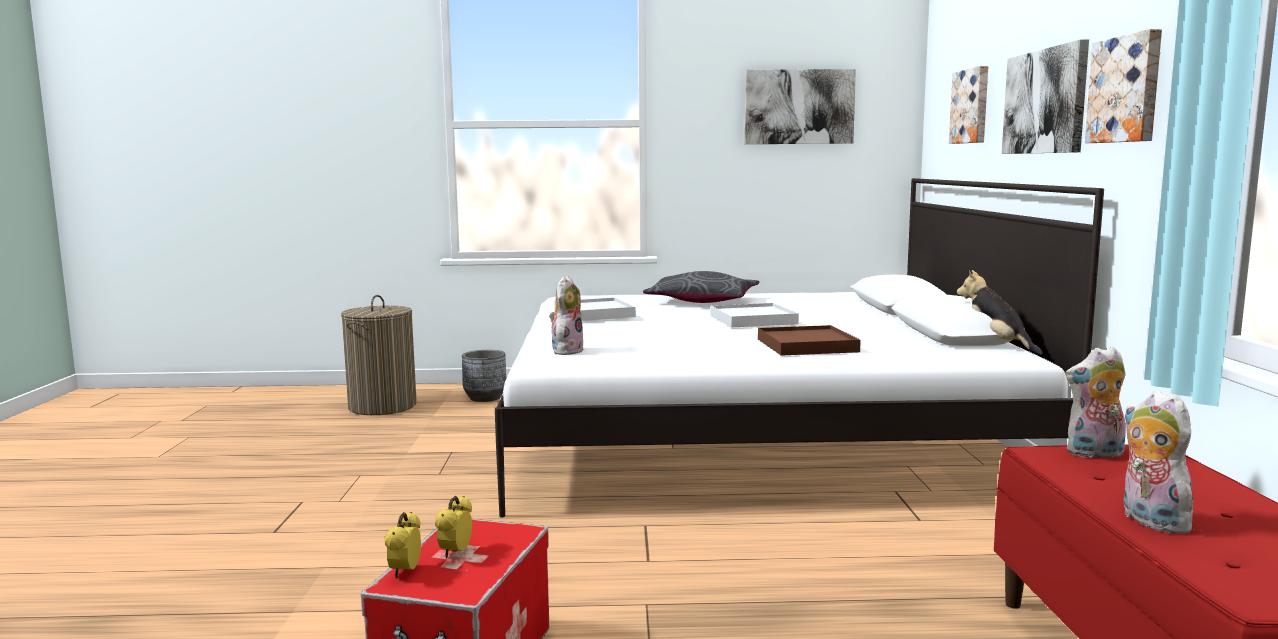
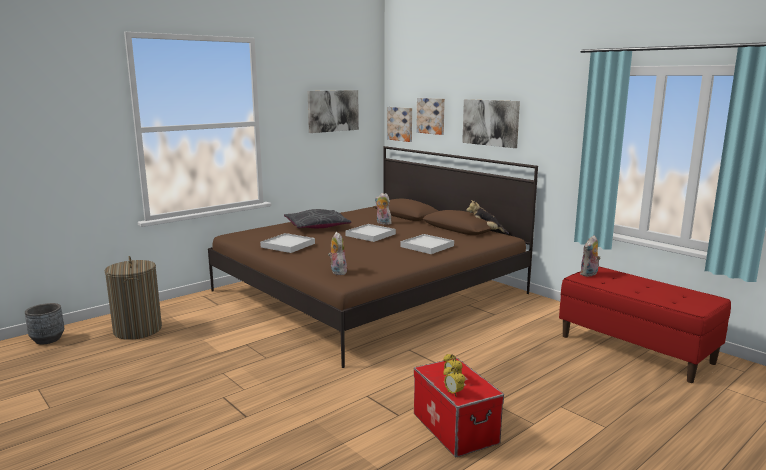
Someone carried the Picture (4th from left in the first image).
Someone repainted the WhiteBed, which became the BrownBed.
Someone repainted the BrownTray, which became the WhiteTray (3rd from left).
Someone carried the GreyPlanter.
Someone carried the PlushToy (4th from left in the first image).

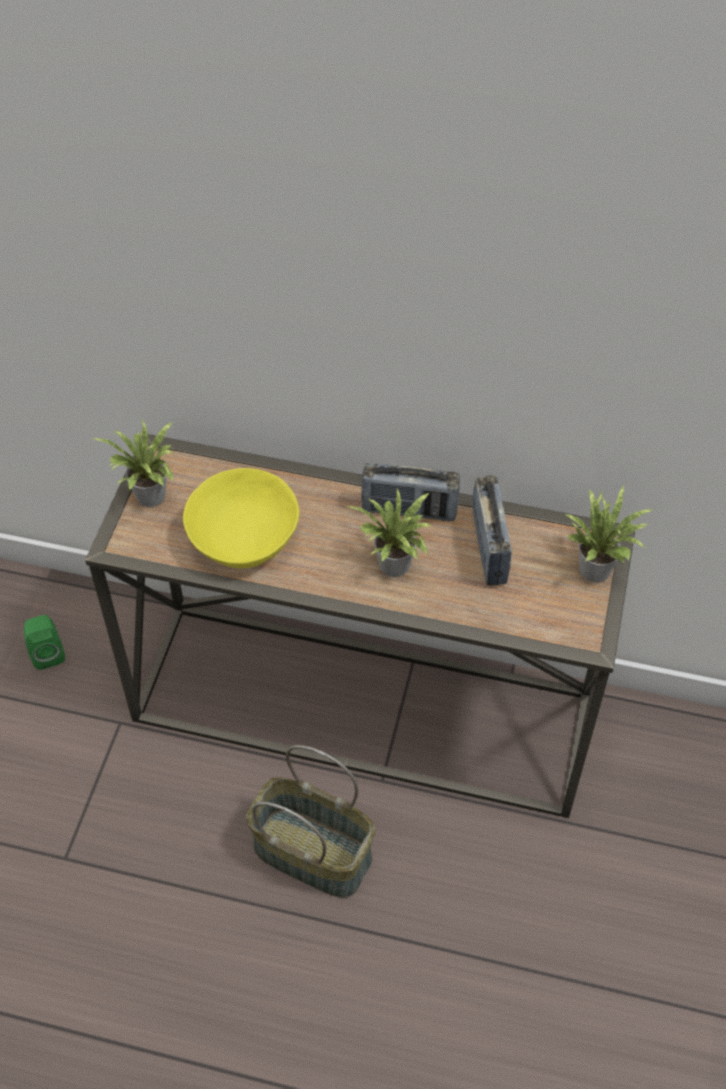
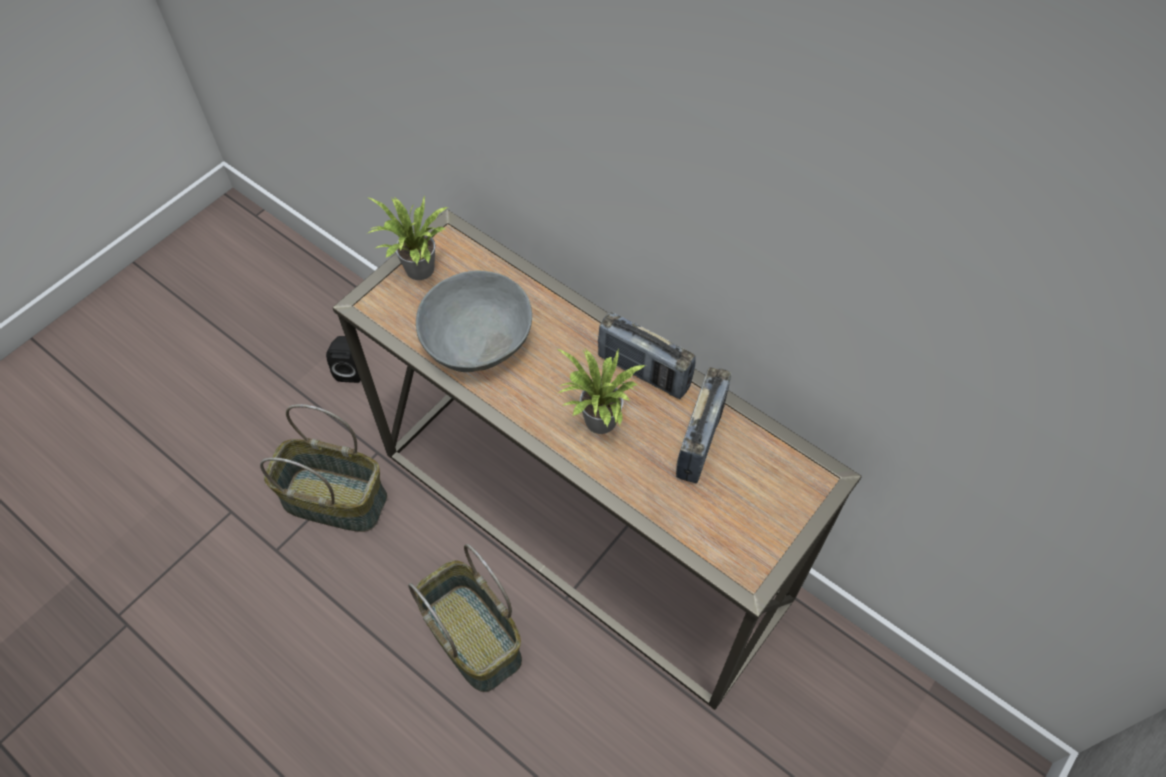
Someone repainted the YellowBowl, which became the GreyBowl.
Someone took away the PottedPlant (3rd from left).
Someone repainted the GreenSpeaker, which became the BlackSpeaker.
Someone put down the Basket (1st from left).

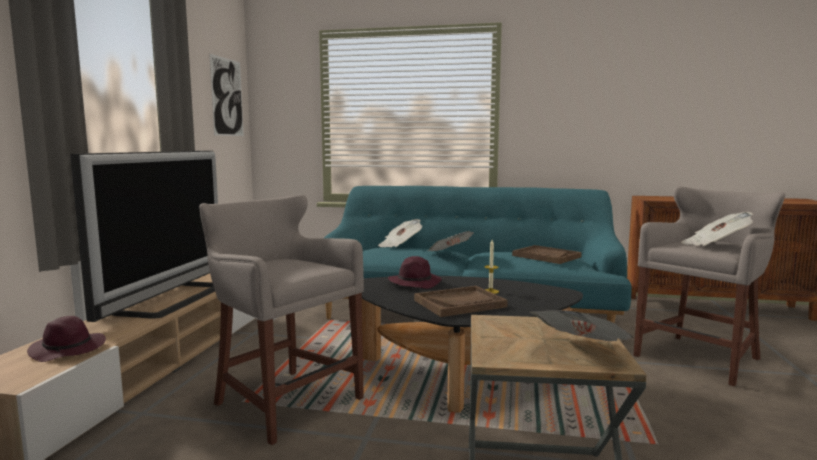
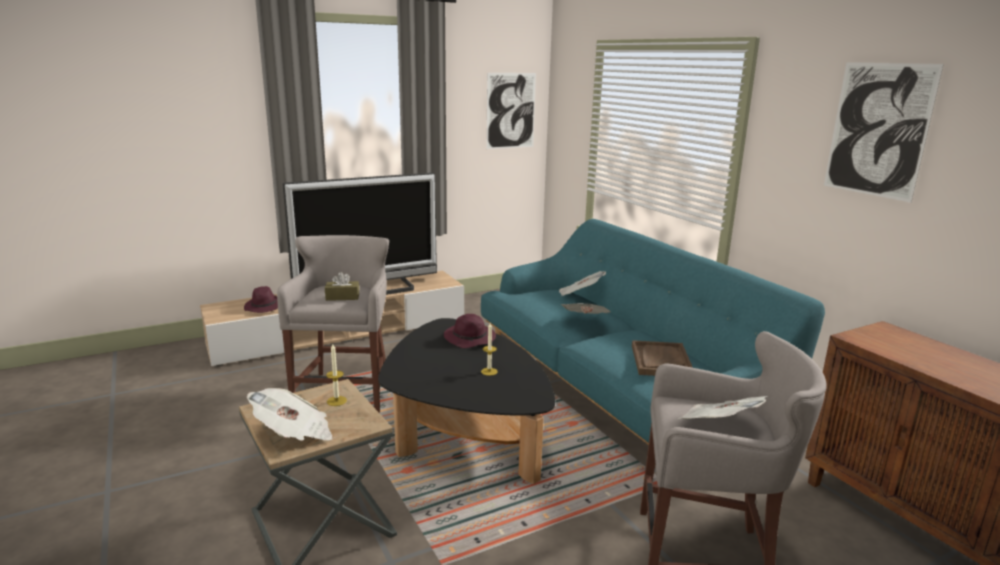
Someone took away the BrownTray (1st from left).
Someone put up the Picture (2nd from left).
Someone put down the BrownTissueBox.
Someone put down the Candle (1st from left).

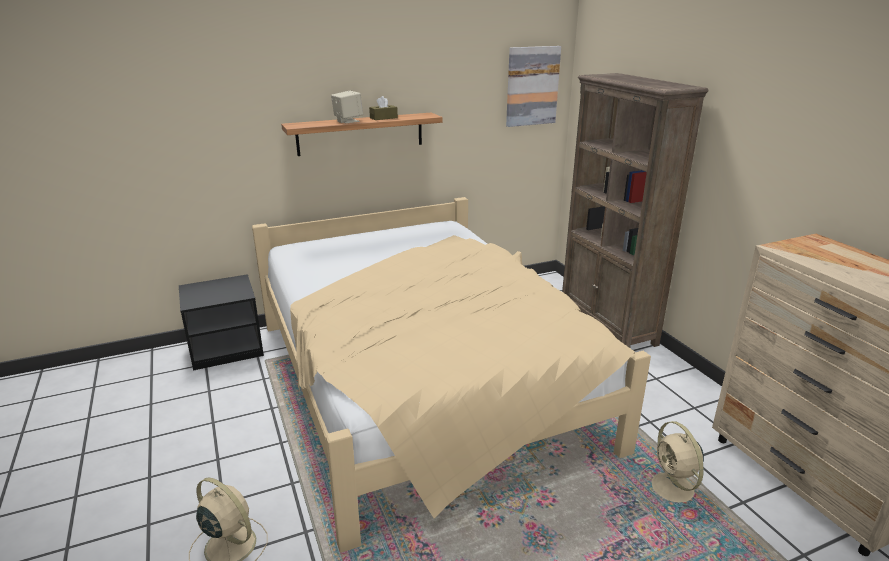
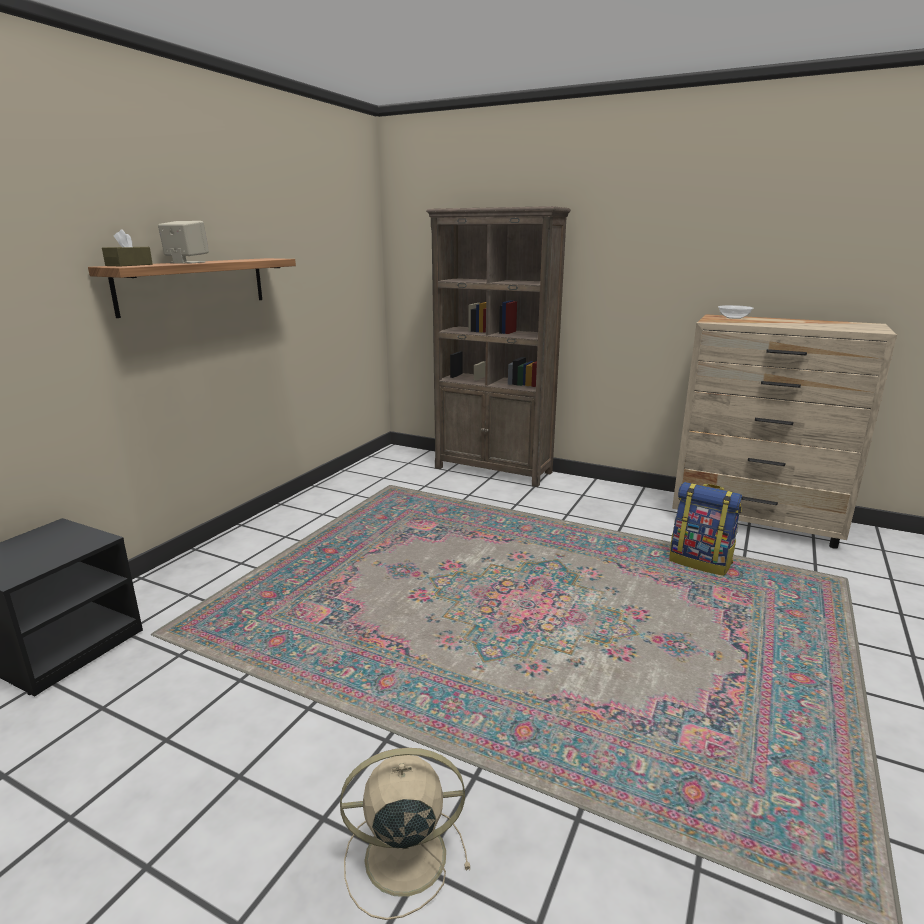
Someone took away the Picture.
Someone carried the BrownTissueBox.
Someone took away the BeigeBed.
Someone swapped the BeigeFan (2nd from left) for the Backpack.
Someone put down the Bowl.

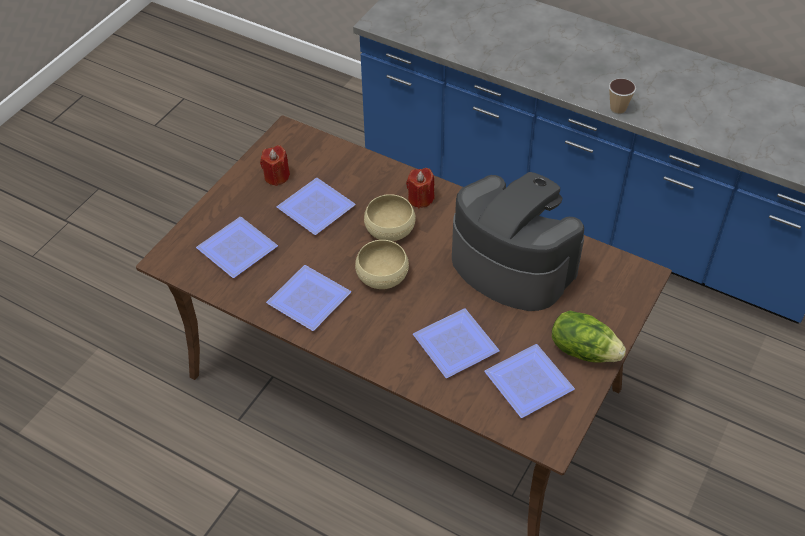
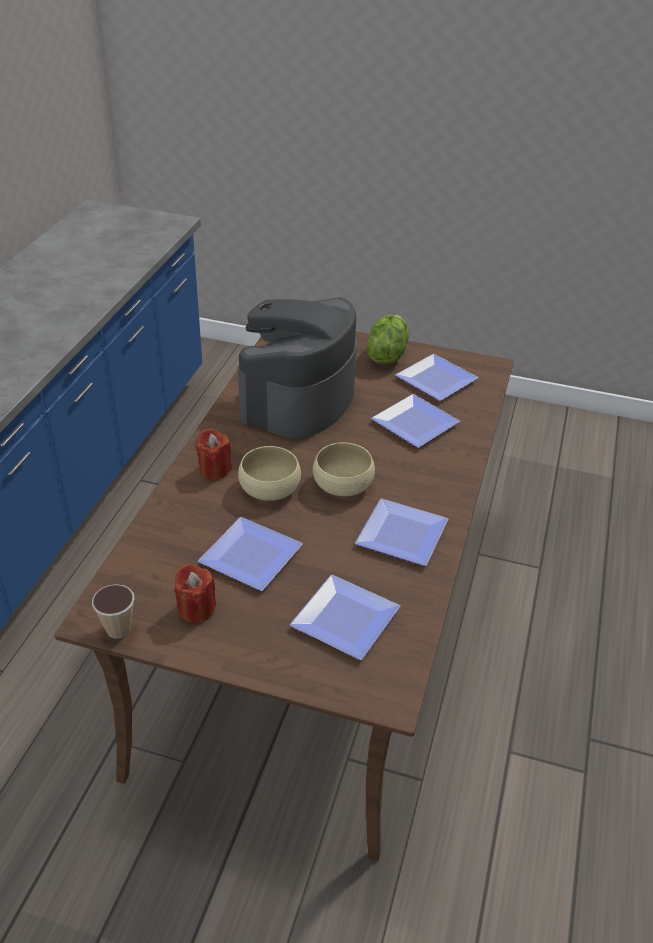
Someone carried the Cup.

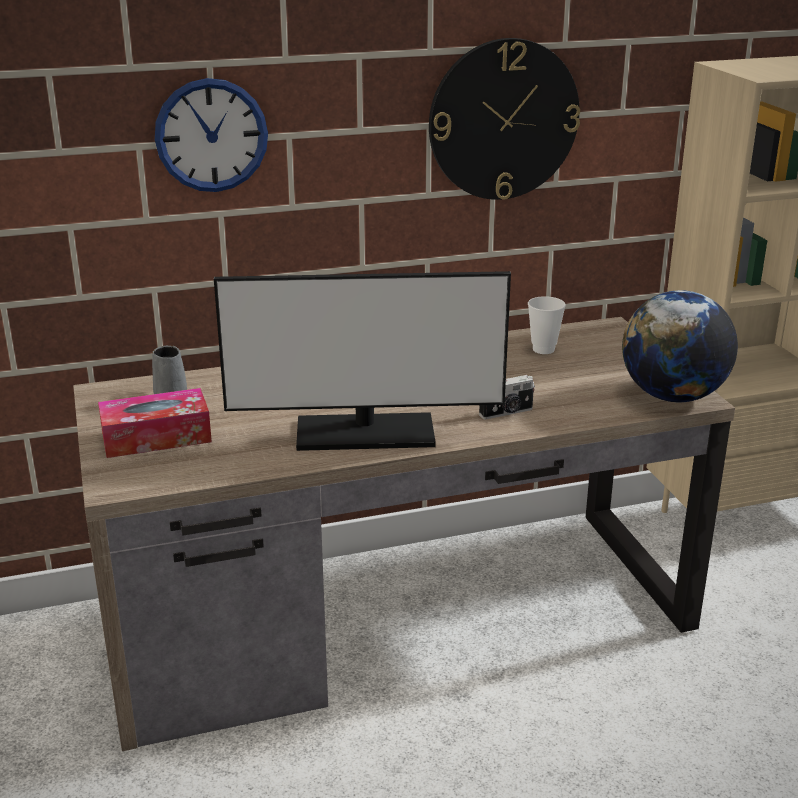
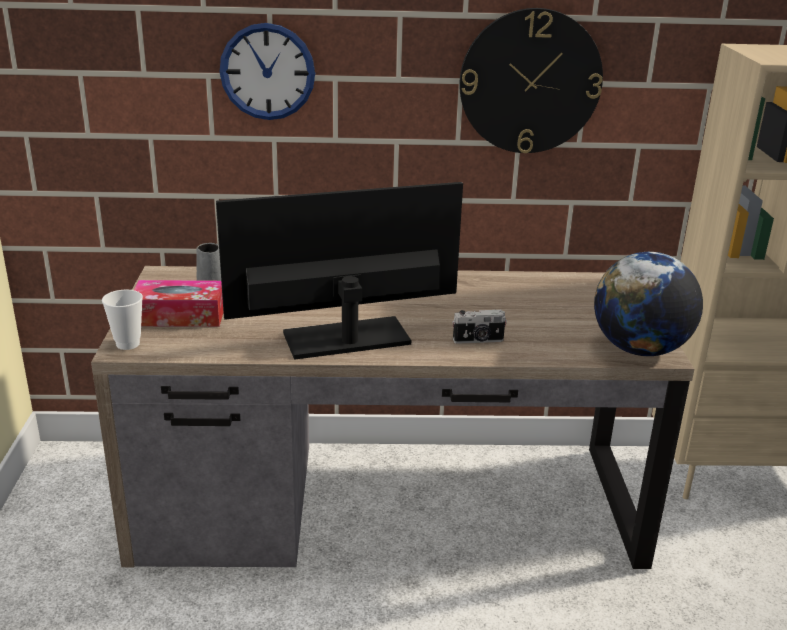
Someone rotated the Monitor by 150 degrees clockwise.
Someone carried the Cup.

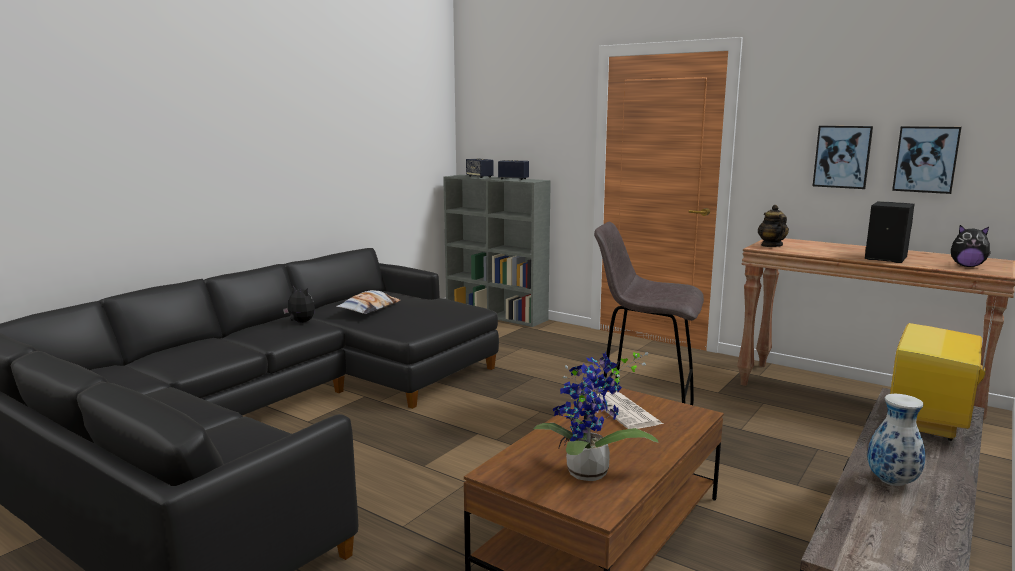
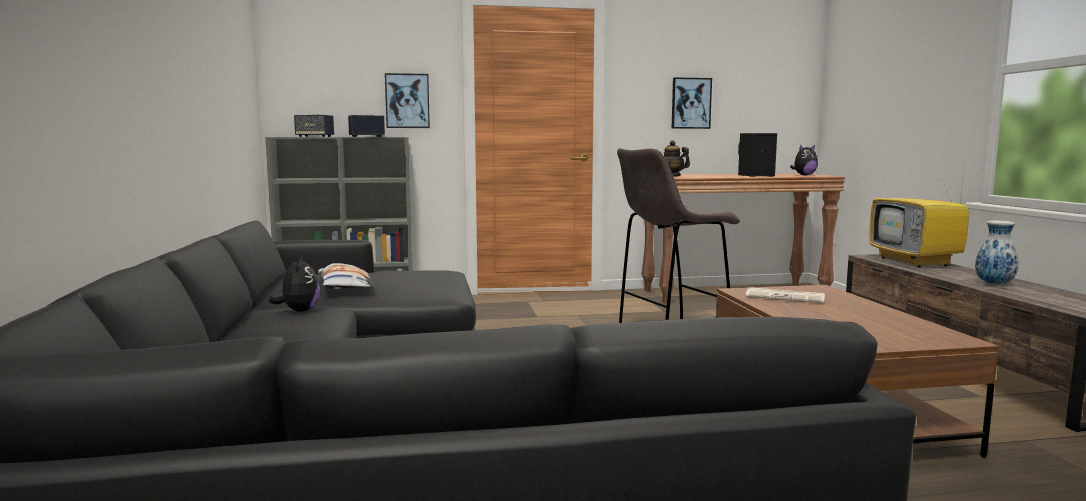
Someone carried the Picture (2nd from left in the first image).
Someone rotated the PlushToy (1st from left) by 90 degrees clockwise.
Someone took away the PottedPlant.

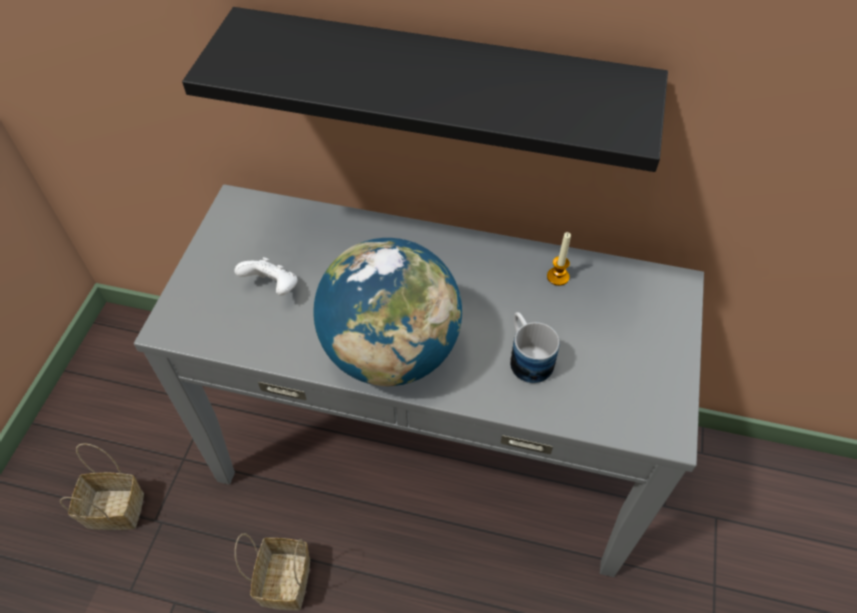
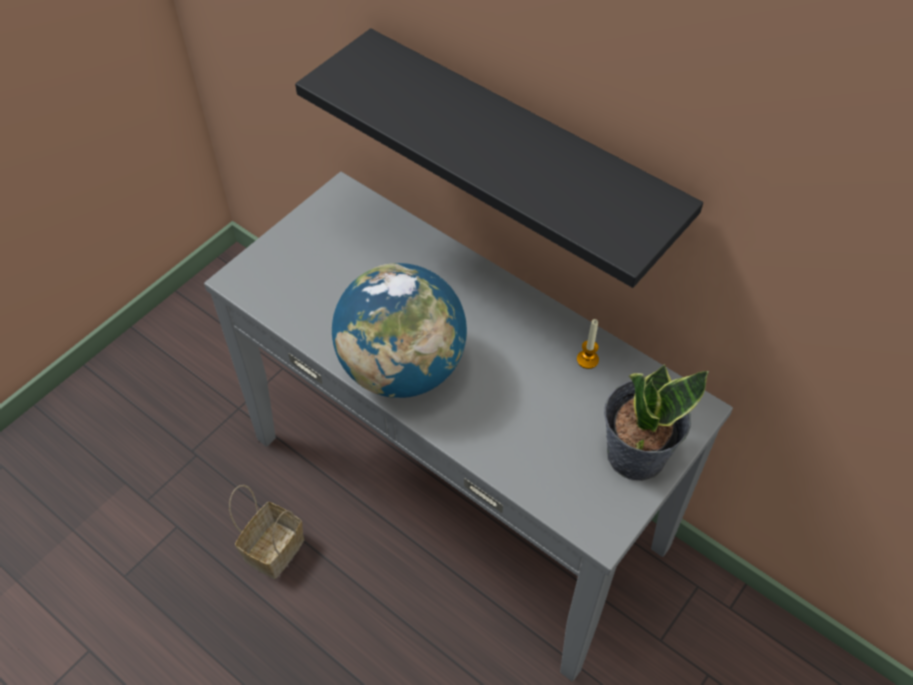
Someone took away the WhiteGameController.
Someone took away the Mug.
Someone took away the Basket (1st from left).
Someone put down the PottedPlant.

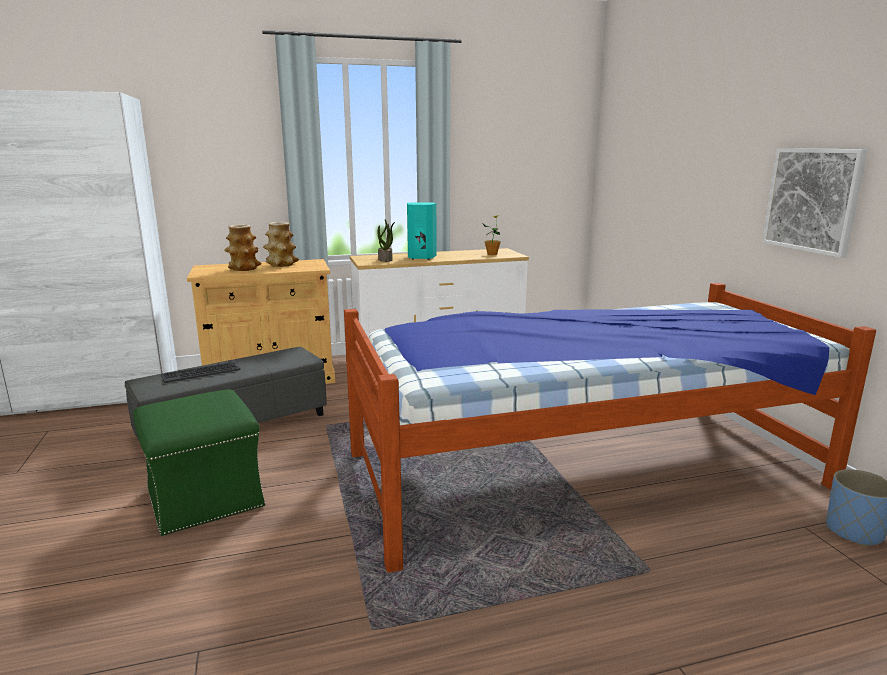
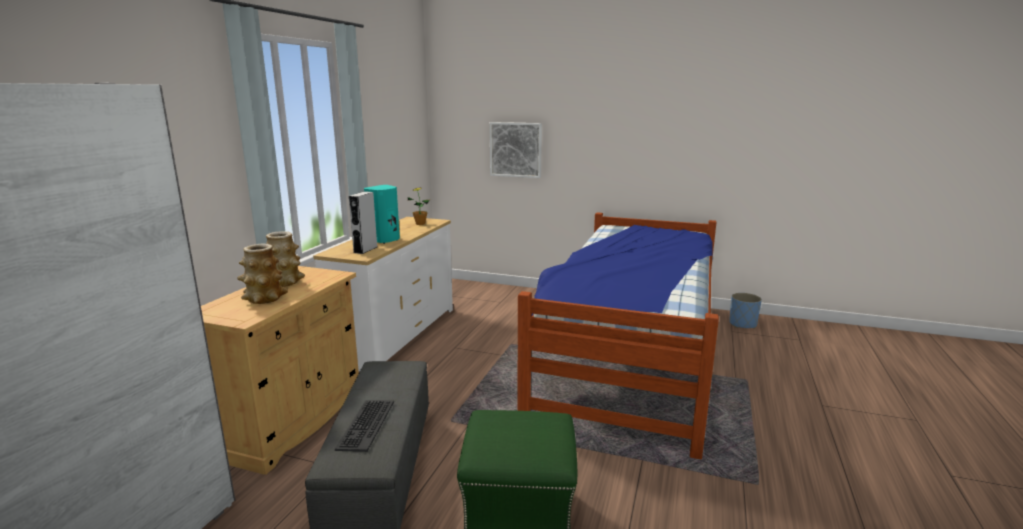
Someone carried the Picture.
Someone swapped the PottedPlant (1st from left) for the GreySpeaker.

